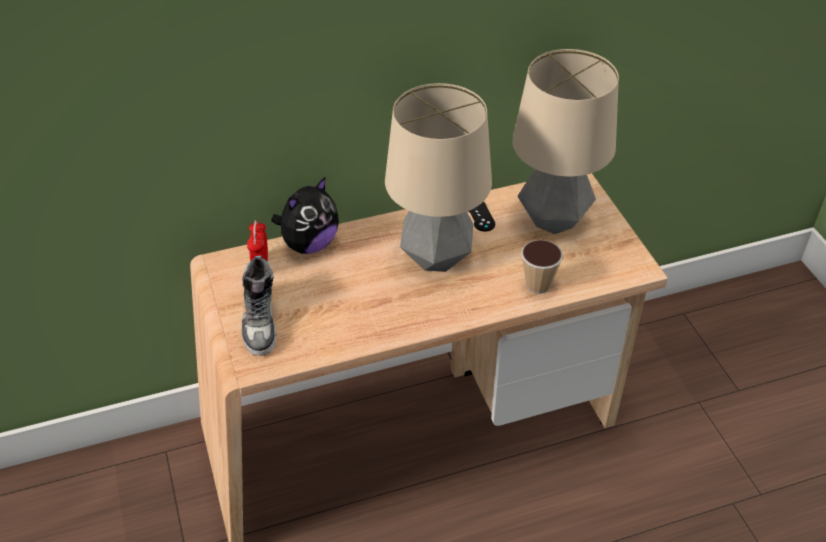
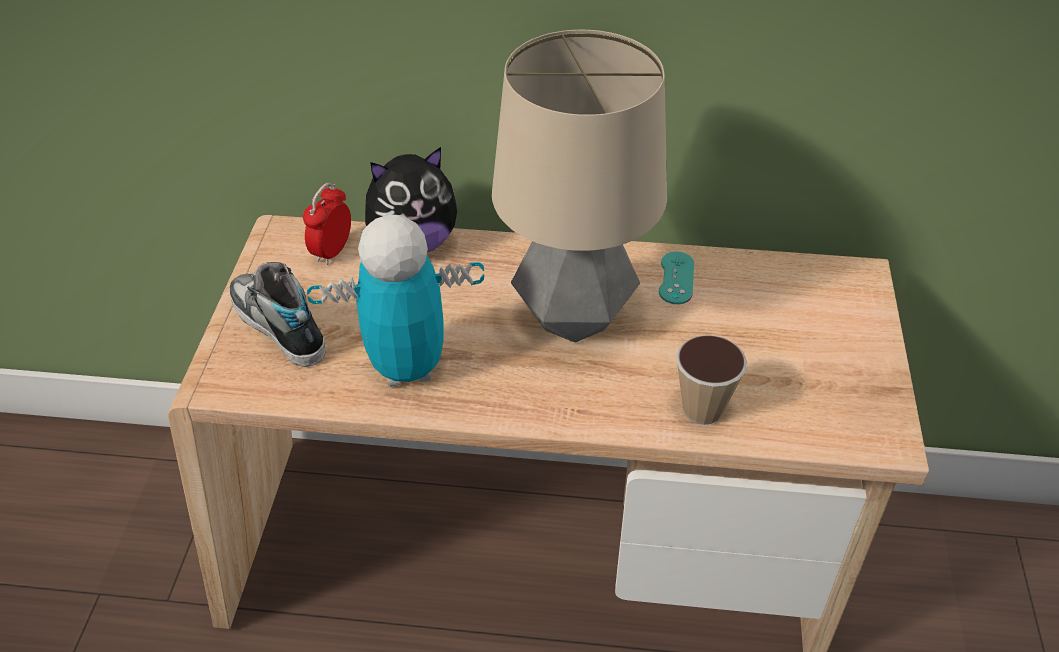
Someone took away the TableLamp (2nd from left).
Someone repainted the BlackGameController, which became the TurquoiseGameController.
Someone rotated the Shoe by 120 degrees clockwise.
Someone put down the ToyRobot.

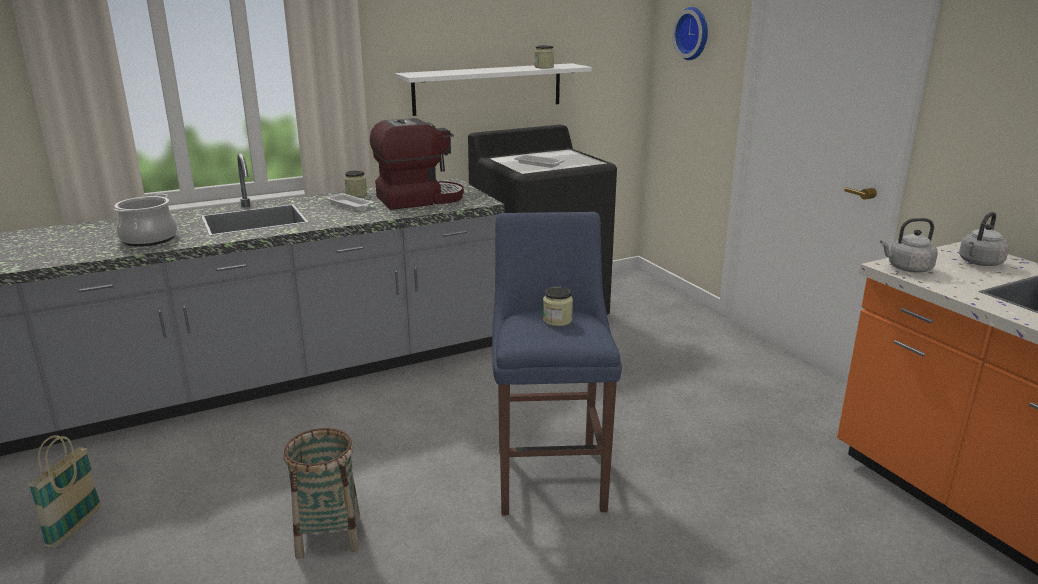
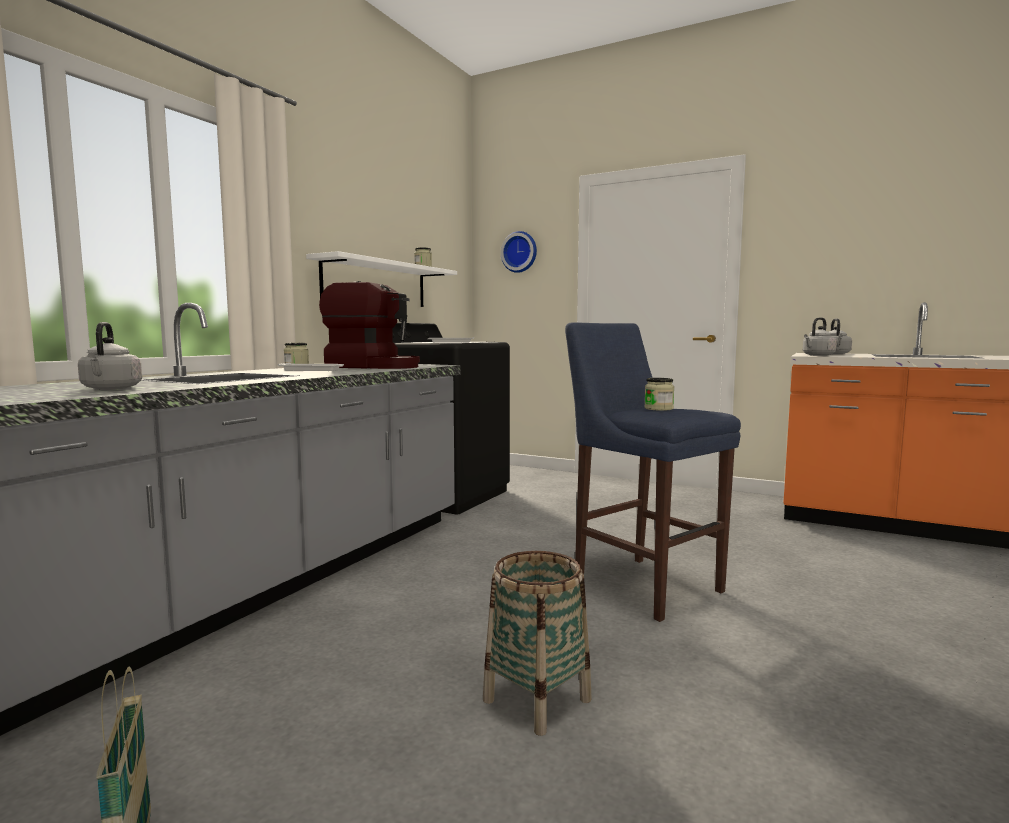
Someone rotated the CoffeeMachine by 75 degrees clockwise.
Someone swapped the CookingPot for the GreyKettle (1st from left).

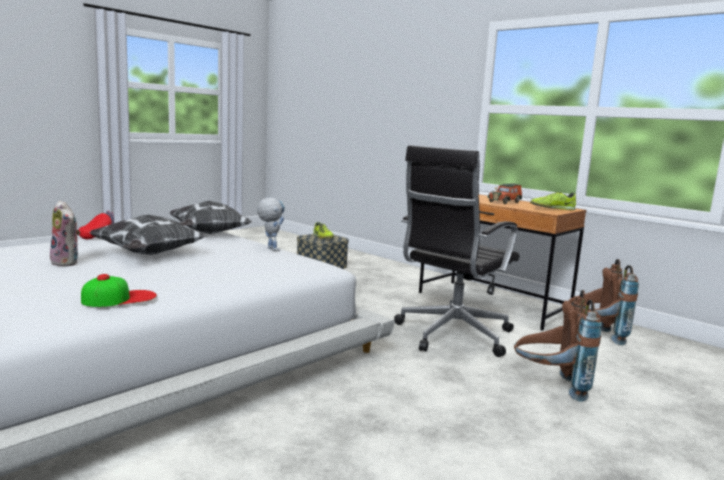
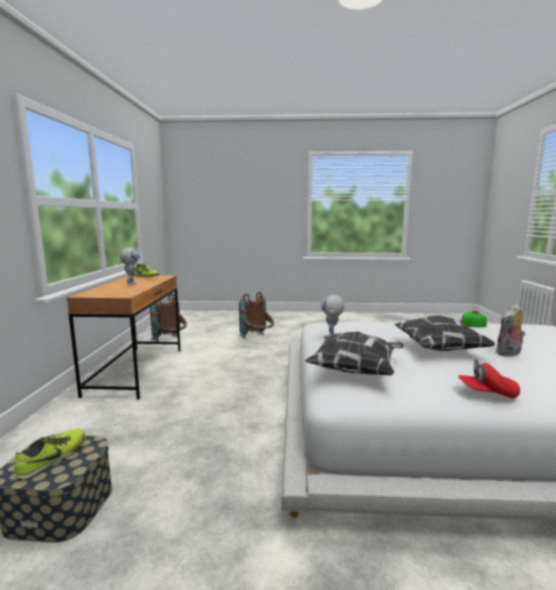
Someone took away the BlackOfficeChair.
Someone swapped the ToyCar for the ToyRobot (1st from left).
Someone rotated the PlushToy by 120 degrees counterclockwise.

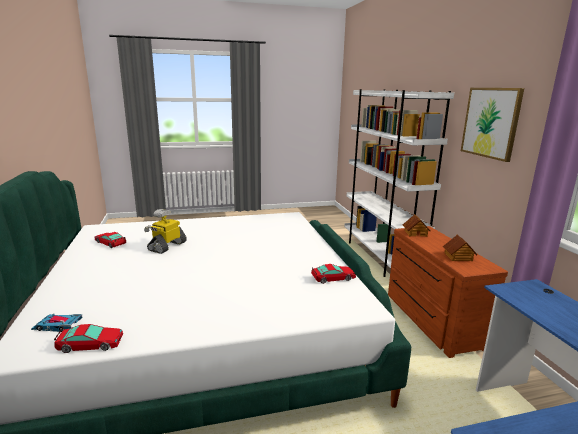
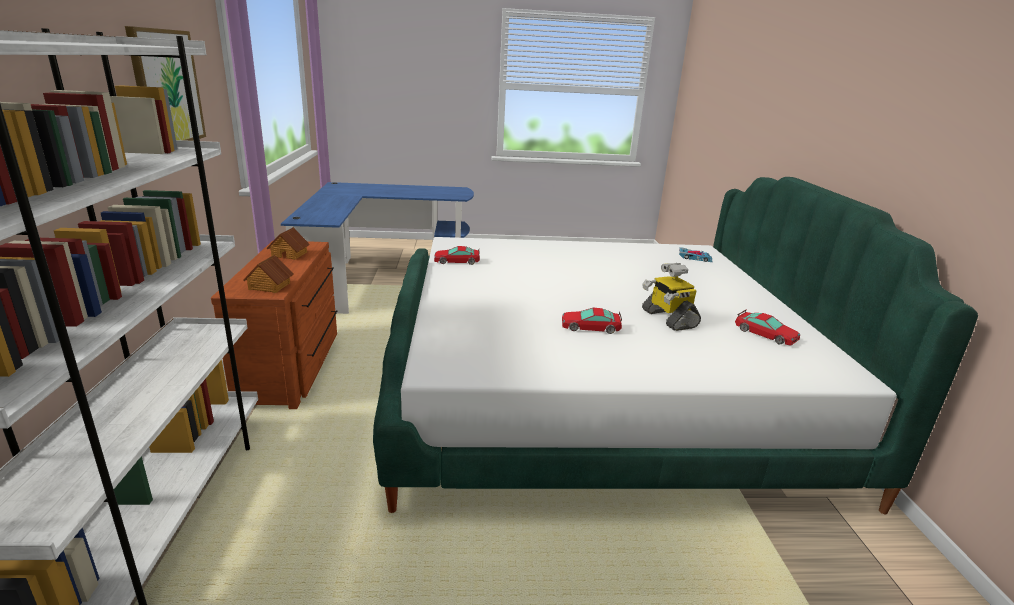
Someone rotated the ToyRobot by 120 degrees clockwise.
Someone carried the ToyCar (2nd from left).

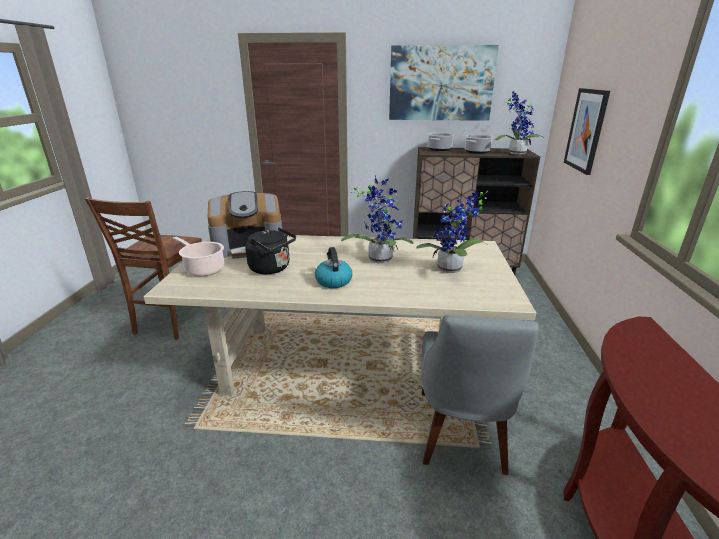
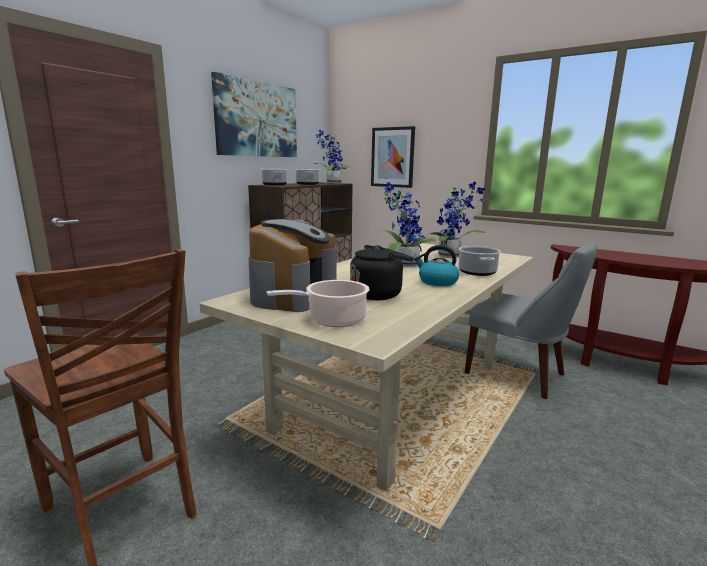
Someone put down the CookingPot (4th from left).

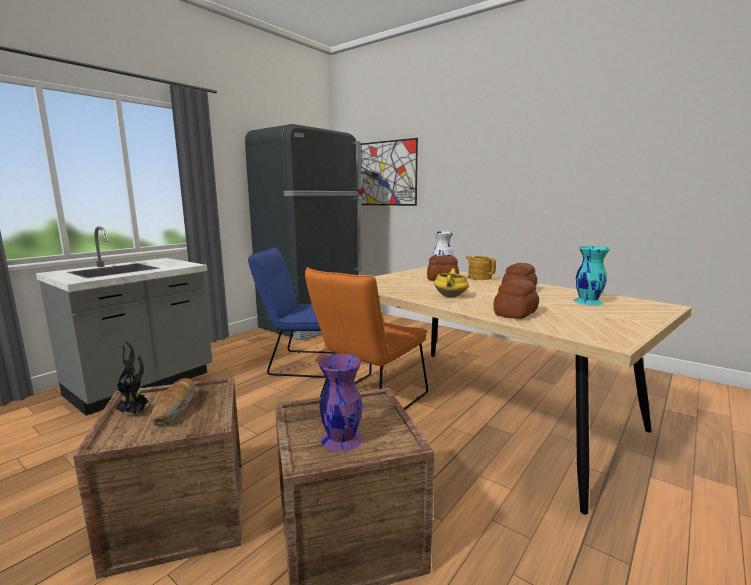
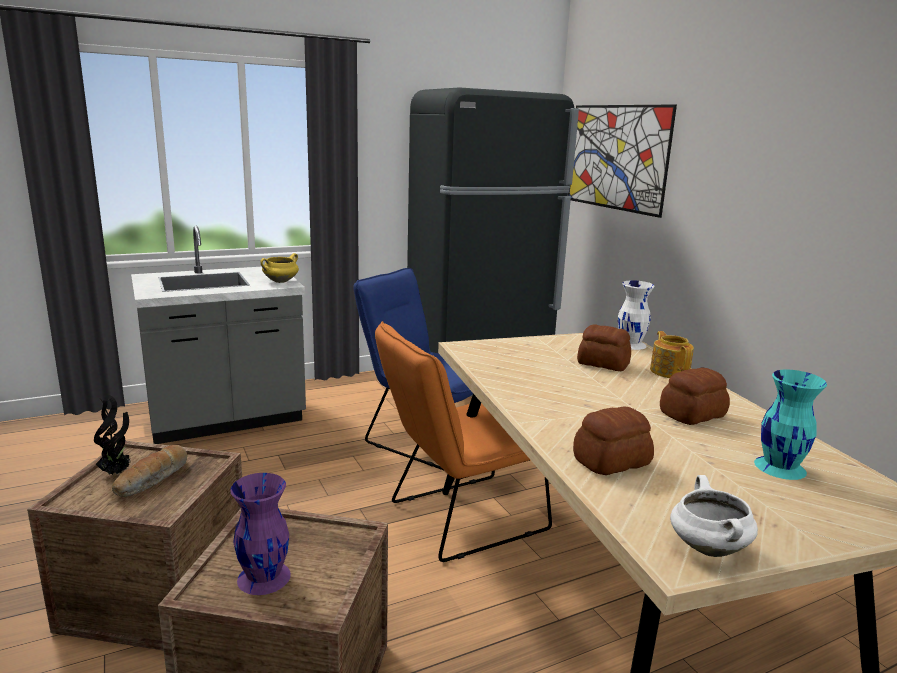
Someone carried the YellowCookingPot.
Someone put down the WhiteCookingPot.

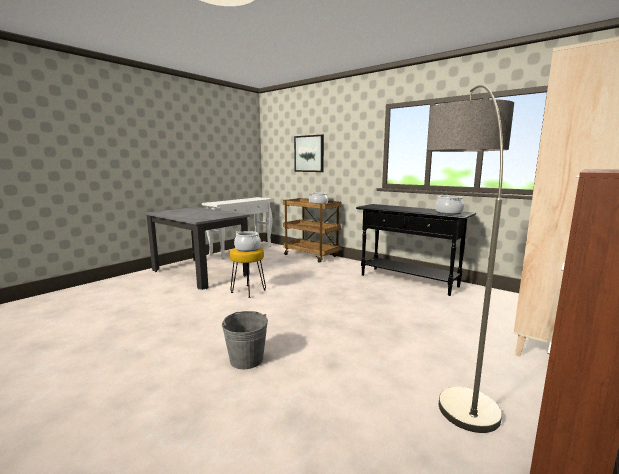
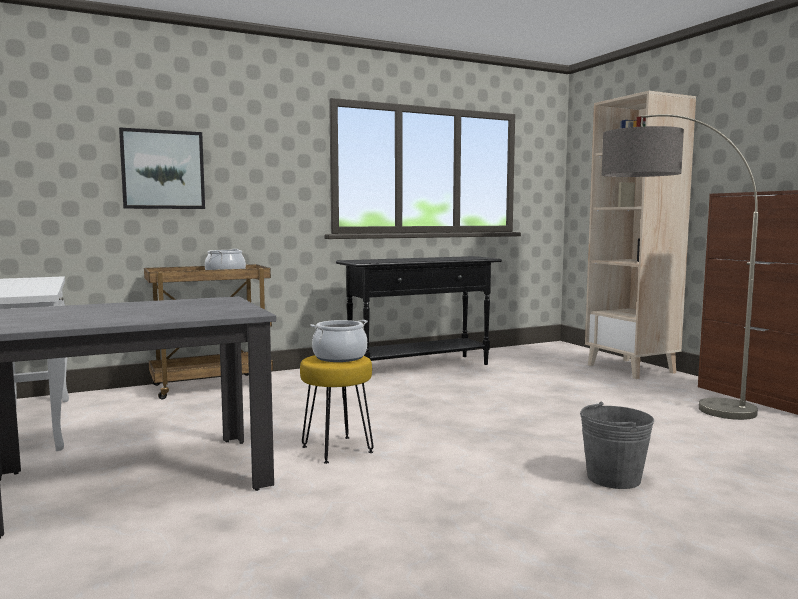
Someone took away the CookingPot (3rd from left).

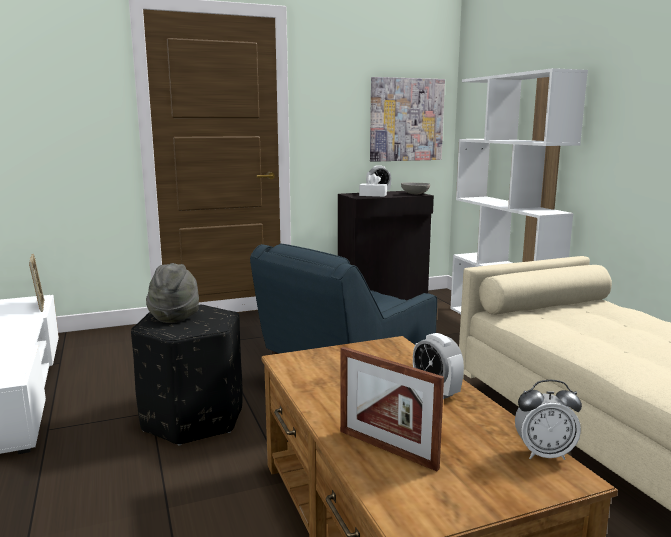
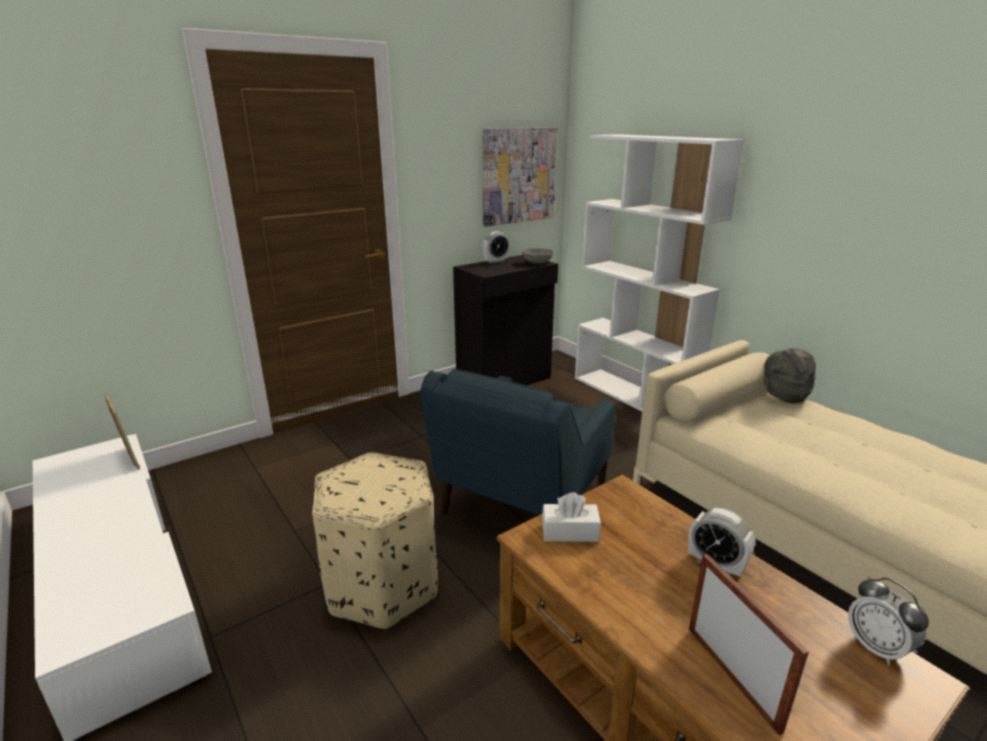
Someone carried the WhiteTissueBox.
Someone carried the GreyHat.
Someone repainted the BlackOttoman, which became the BeigeOttoman.
Someone rotated the PictureFrame (2nd from left) by 135 degrees counterclockwise.
Someone rotated the AlarmClock (3rd from left) by 75 degrees clockwise.

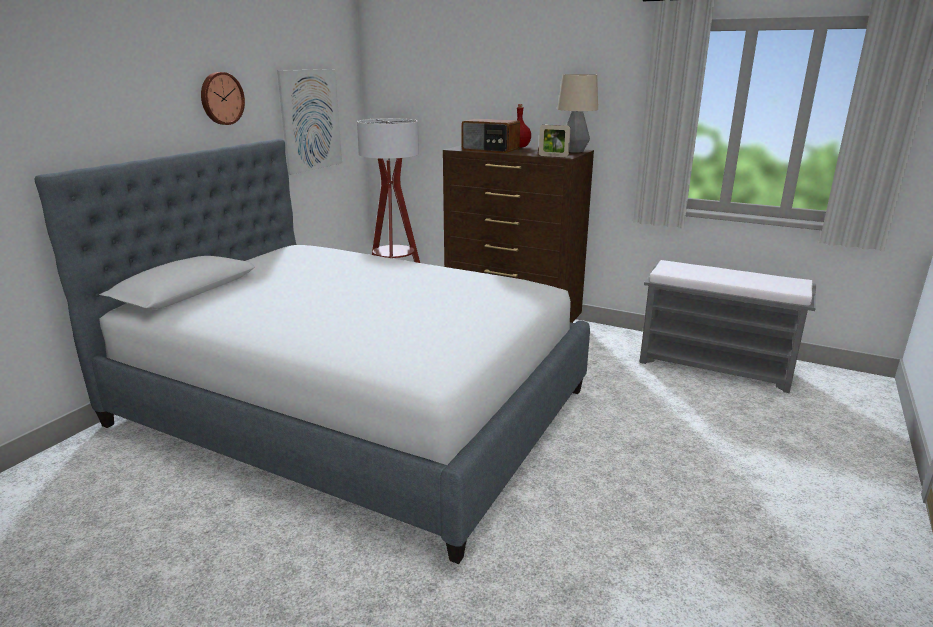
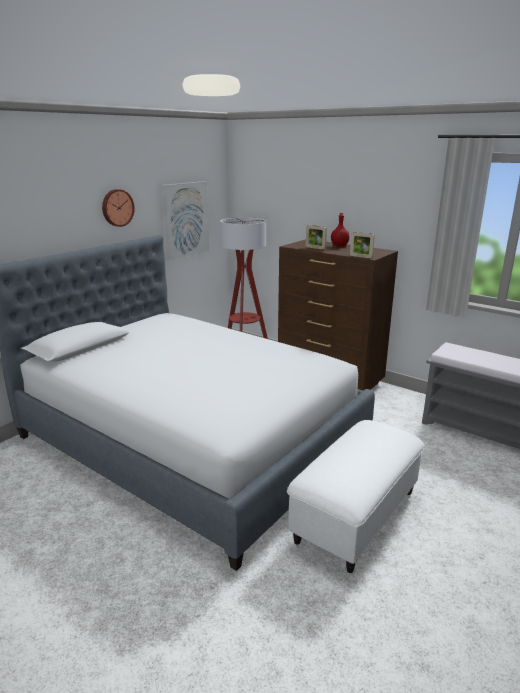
Someone took away the TableLamp.
Someone swapped the Radio for the PictureFrame (1st from left).
Someone put down the WhiteOttoman.

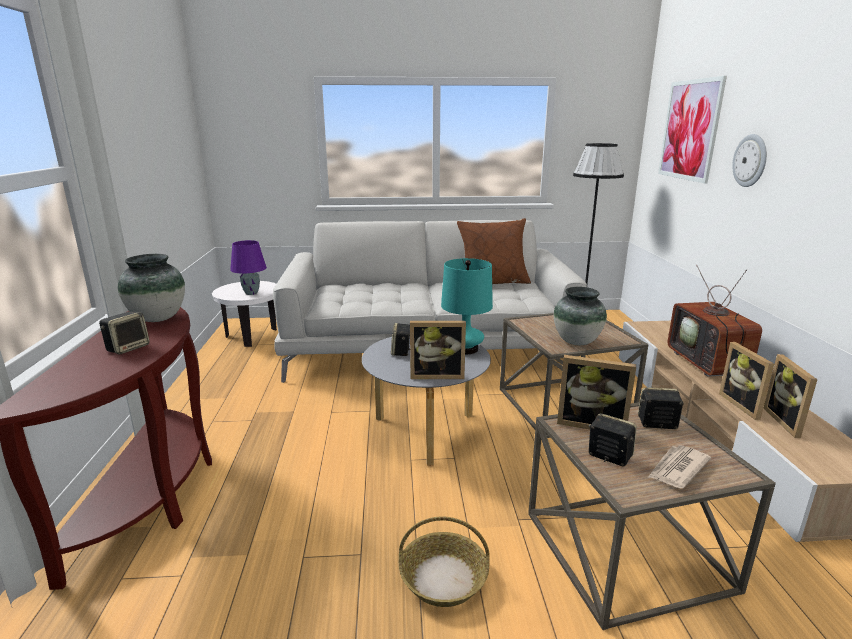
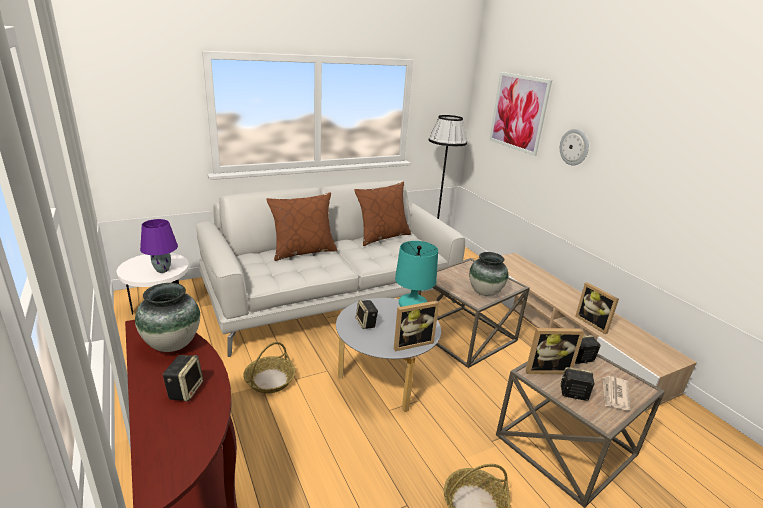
Someone took away the Television.
Someone took away the PictureFrame (4th from left).
Someone put down the BrownPillow (1st from left).
Someone put down the Basket (1st from left).

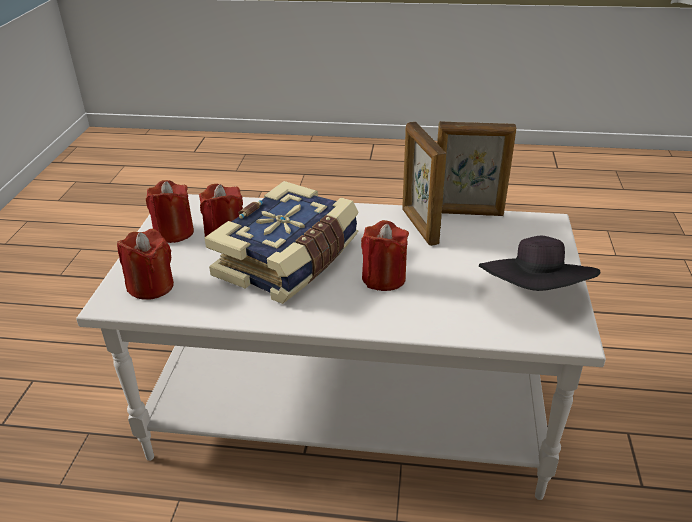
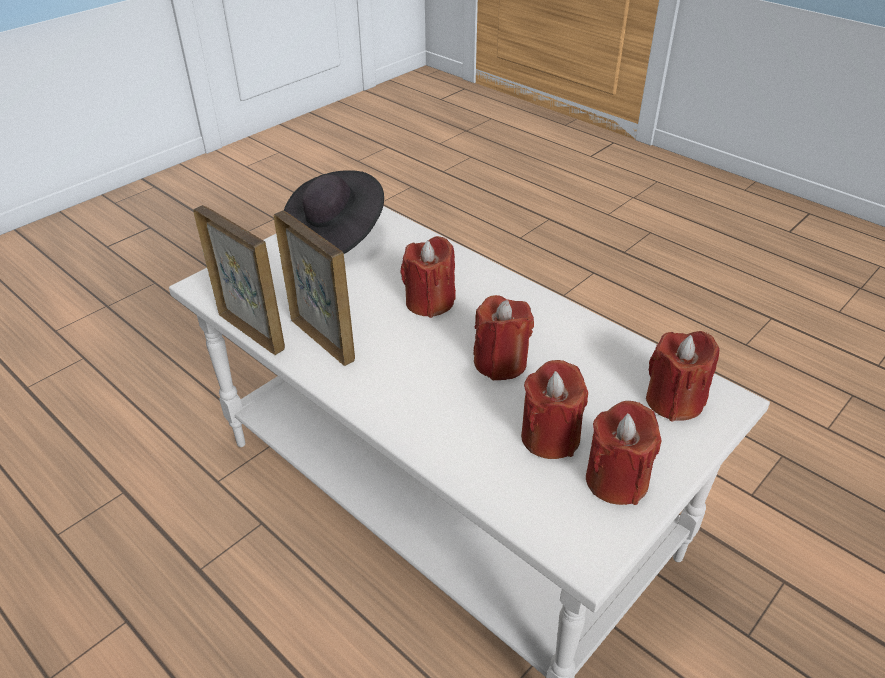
Someone rotated the PictureFrame (1st from left in the first image) by 60 degrees counterclockwise.
Someone swapped the Book for the RedCandle (2nd from left).

